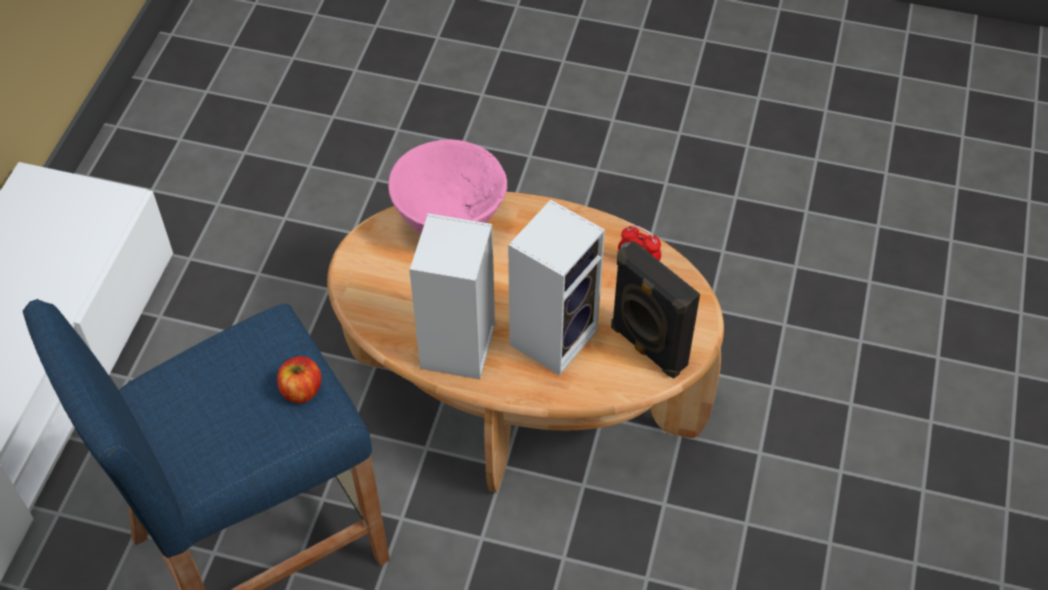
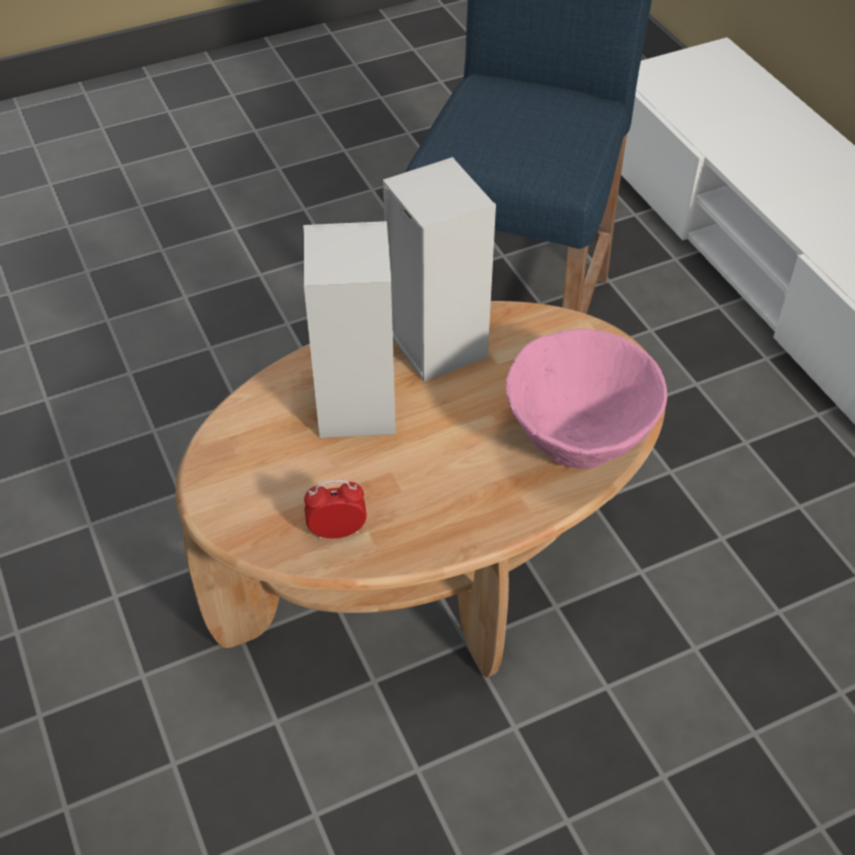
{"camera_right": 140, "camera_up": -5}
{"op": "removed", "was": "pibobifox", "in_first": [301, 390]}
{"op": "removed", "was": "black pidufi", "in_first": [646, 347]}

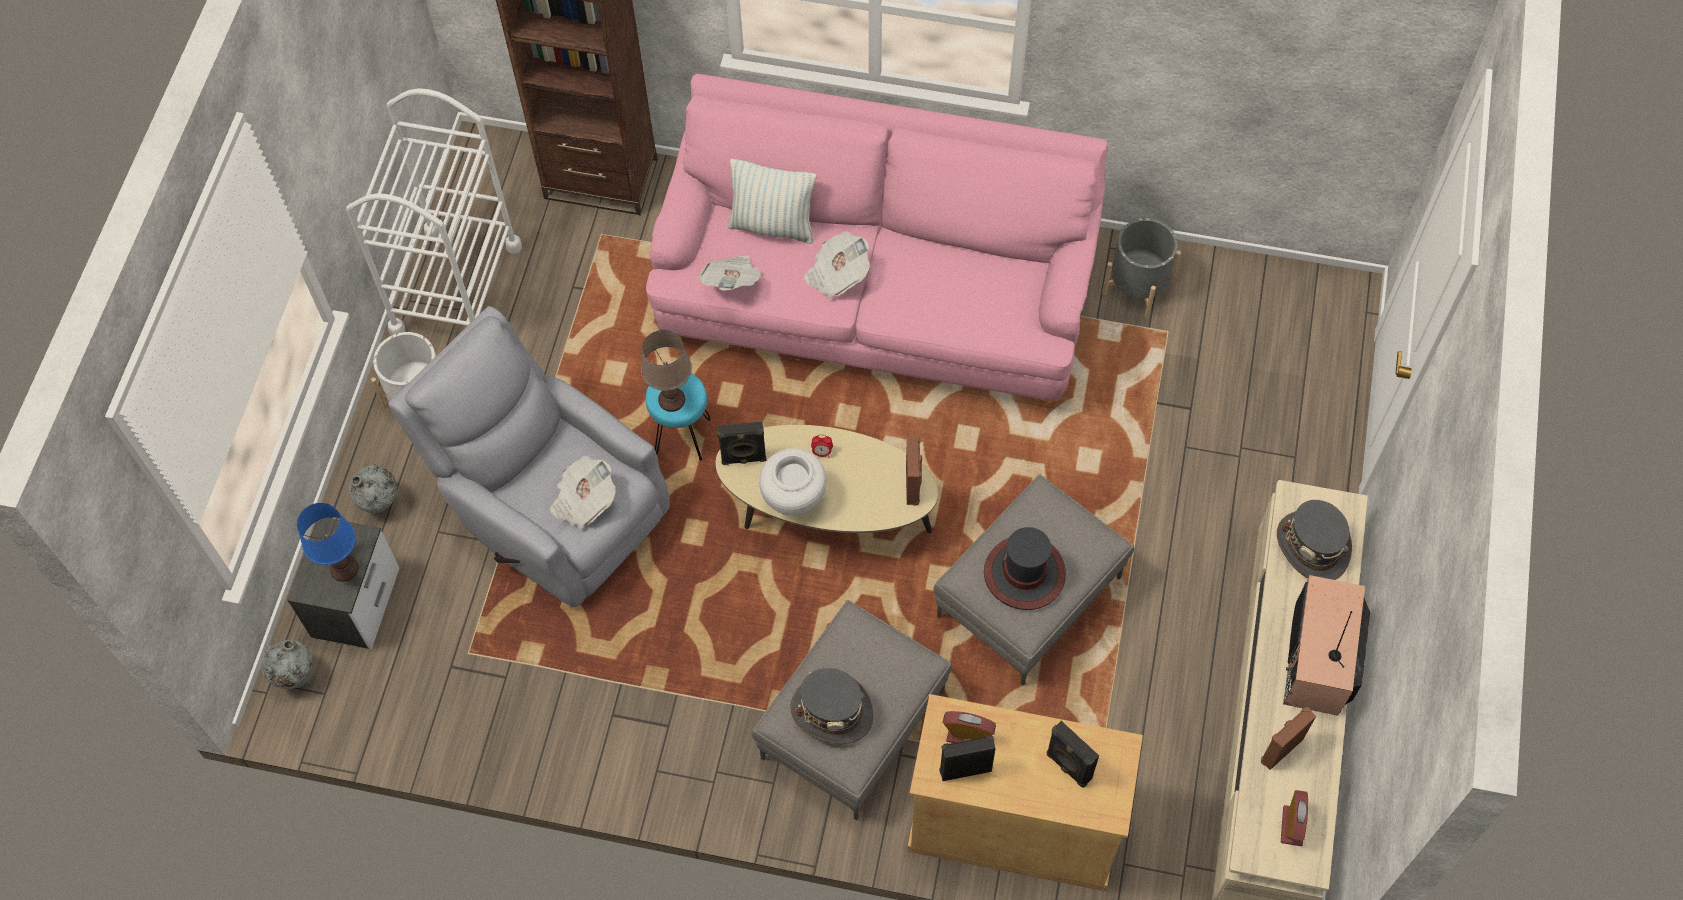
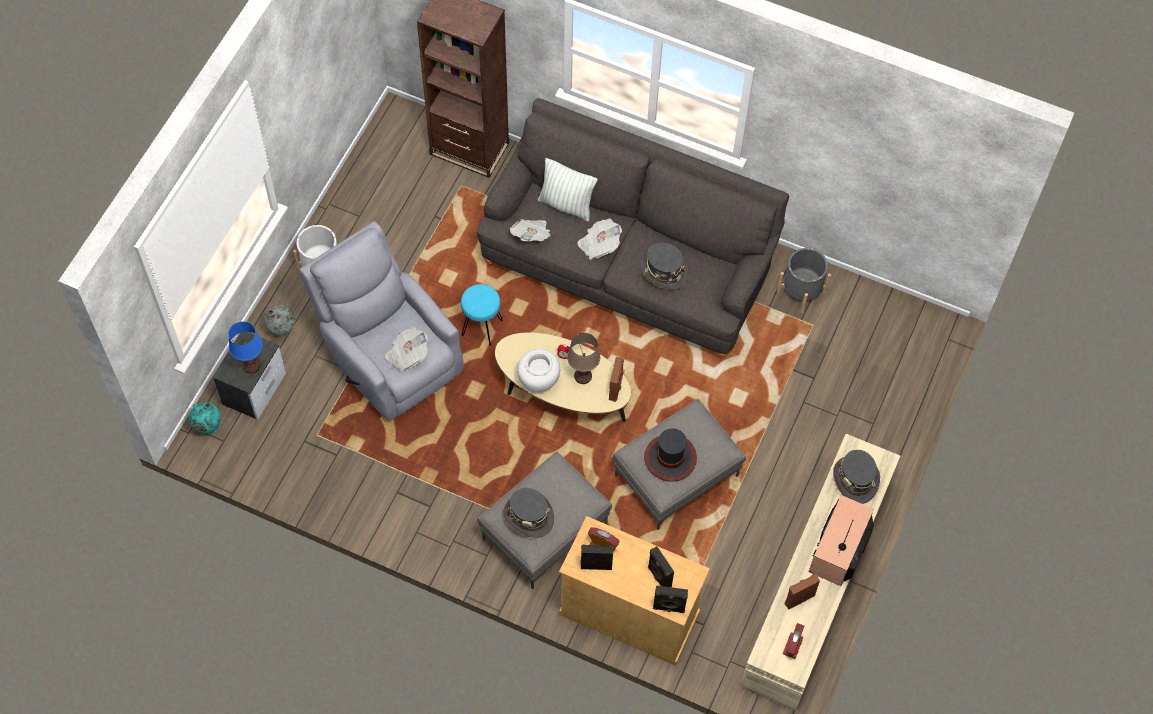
{"camera_right": 10, "camera_up": 0}
{"op": "removed", "was": "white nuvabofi", "in_first": [456, 288]}
{"op": "added", "now": "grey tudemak", "in_second": [663, 272]}
{"op": "moved", "was": "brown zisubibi", "in_first": [671, 400], "in_second": [582, 376]}
{"op": "moved", "was": "black pidufi", "in_first": [743, 459], "in_second": [669, 608]}
{"op": "recoloured", "was": "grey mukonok", "now": "turquoise mukonok", "in_first": [297, 678], "in_second": [208, 428]}
{"op": "recoloured", "was": "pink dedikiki", "now": "grey dedikiki", "in_first": [875, 301], "in_second": [627, 265]}

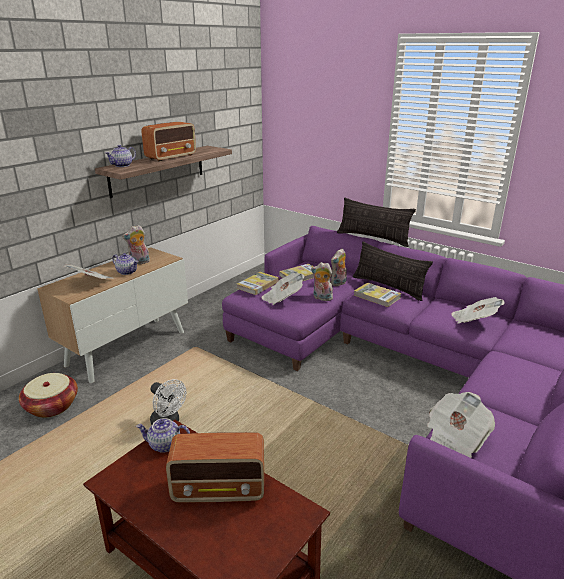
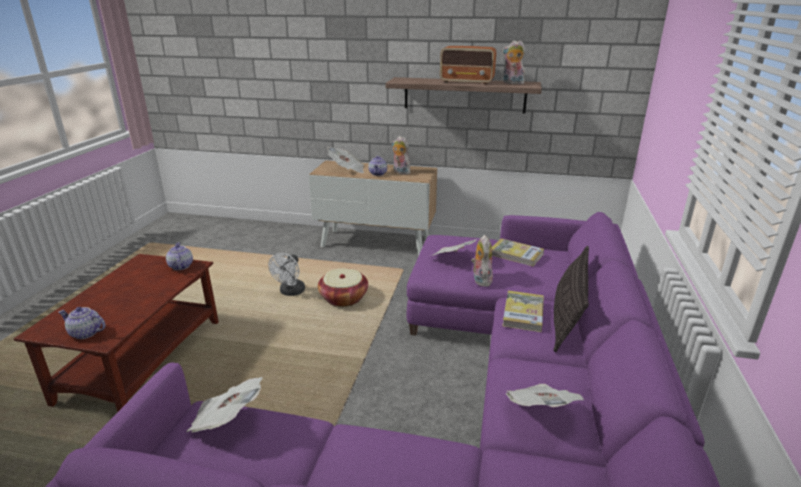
{"camera_right": 65, "camera_up": 0}
{"op": "removed", "was": "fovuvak", "in_first": [220, 489]}
{"op": "removed", "was": "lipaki", "in_first": [257, 285]}
{"op": "removed", "was": "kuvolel", "in_first": [373, 238]}
{"op": "moved", "was": "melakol", "in_first": [52, 406], "in_second": [344, 298]}
{"op": "moved", "was": "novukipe", "in_first": [122, 165], "in_second": [85, 333]}
{"op": "moved", "was": "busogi", "in_first": [338, 283], "in_second": [512, 83]}

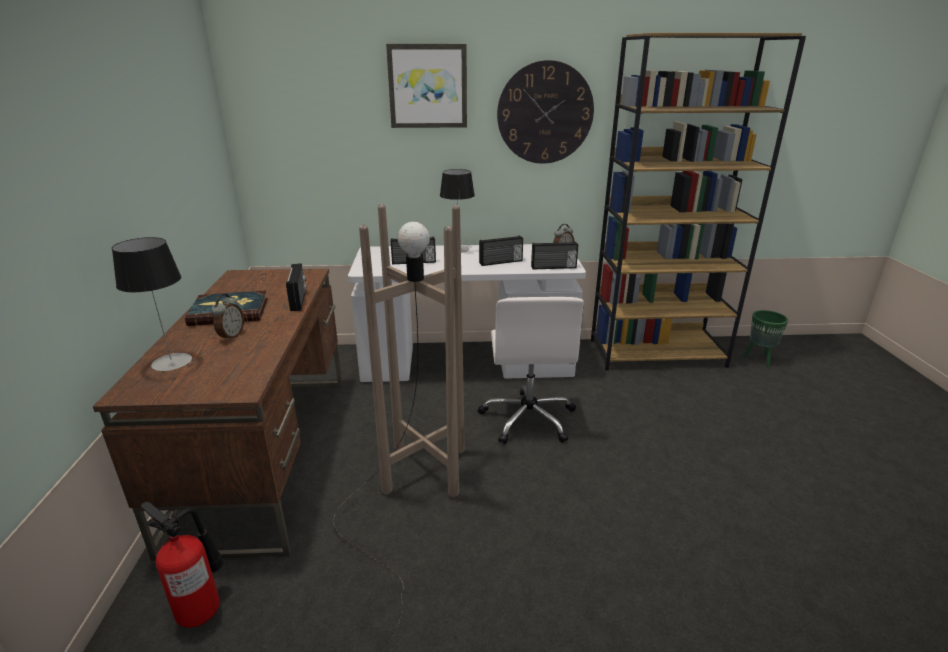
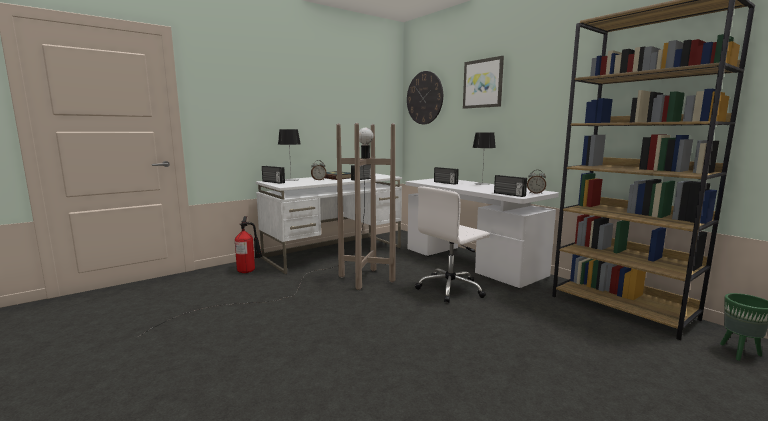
{"camera_right": 55, "camera_up": -15}
{"op": "moved", "was": "fovuvak", "in_first": [501, 262], "in_second": [273, 182]}
{"op": "moved", "was": "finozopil", "in_first": [545, 113], "in_second": [424, 98]}
{"op": "recoloured", "was": "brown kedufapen", "now": "white kedufapen", "in_first": [267, 453], "in_second": [334, 253]}

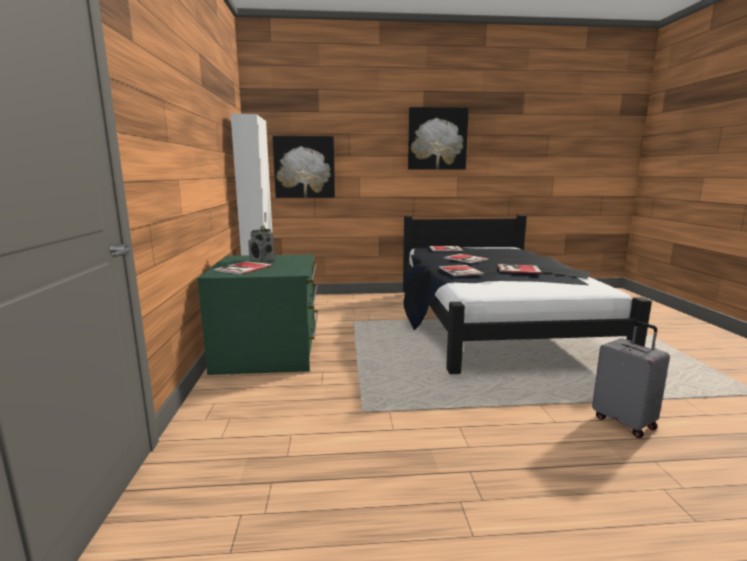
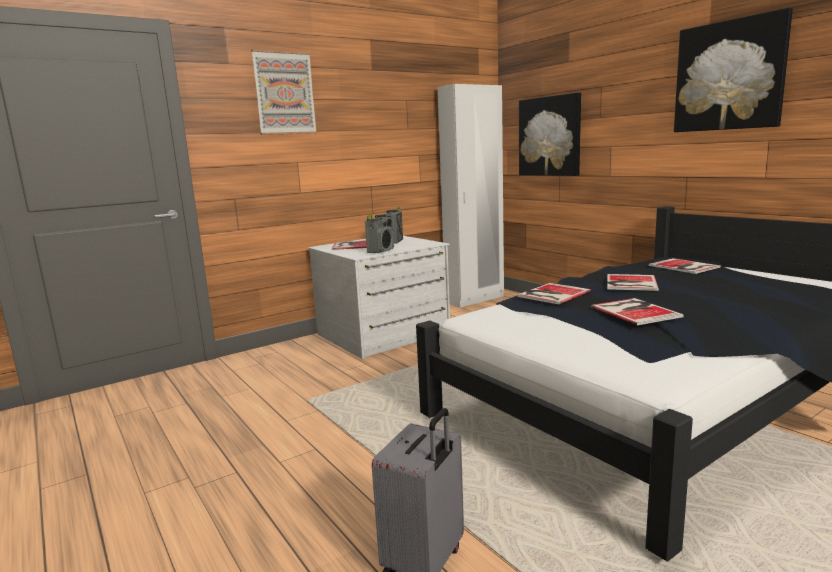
{"camera_right": 60, "camera_up": 0}
{"op": "added", "now": "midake", "in_second": [284, 93]}
{"op": "added", "now": "fovuvak", "in_second": [381, 251]}
{"op": "recoloured", "was": "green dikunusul", "now": "white dikunusul", "in_first": [269, 351], "in_second": [384, 334]}

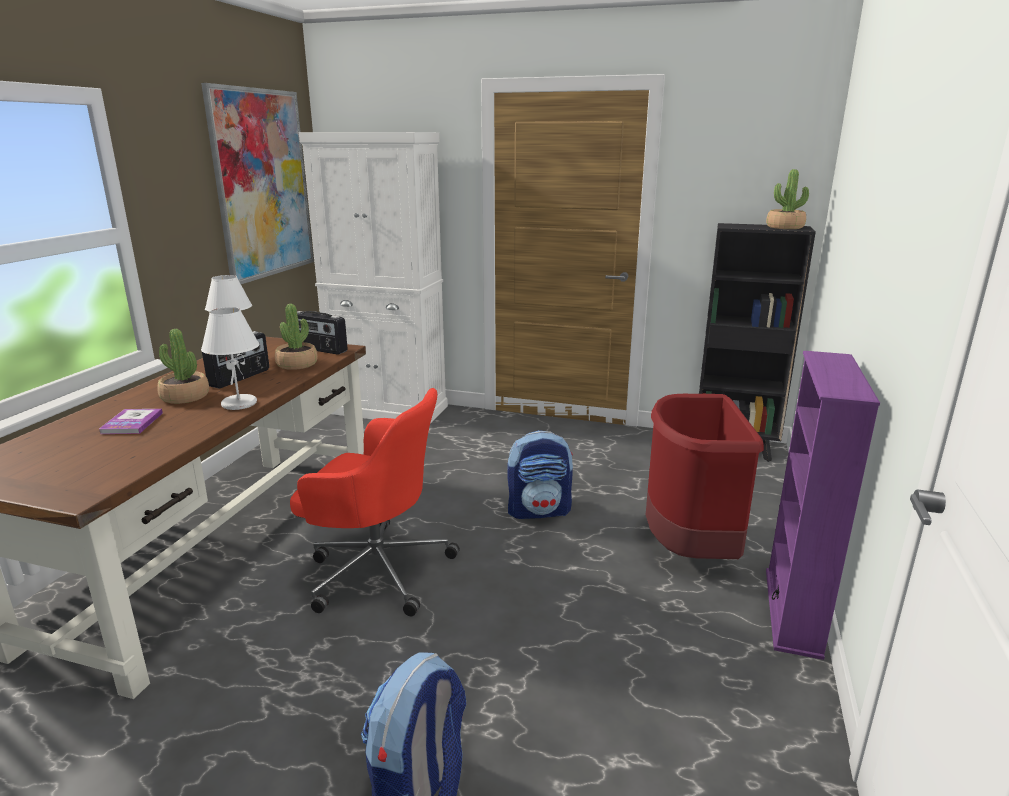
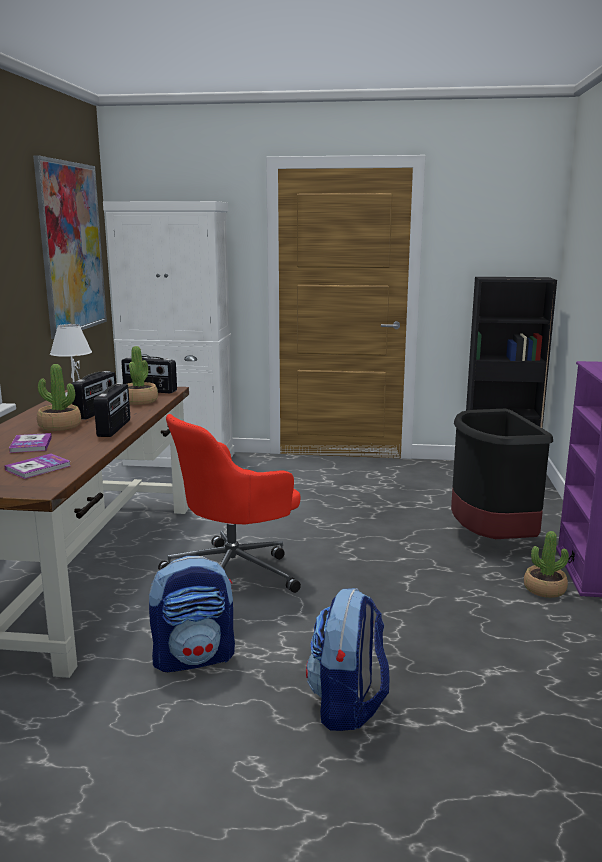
{"camera_right": -10, "camera_up": -5}
{"op": "added", "now": "lipaki", "in_second": [38, 468]}
{"op": "moved", "was": "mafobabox", "in_first": [539, 510], "in_second": [194, 658]}
{"op": "moved", "was": "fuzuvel", "in_first": [784, 227], "in_second": [544, 589]}
{"op": "replaced", "was": "white zisubibi", "now": "fovuvak", "in_first": [239, 404], "in_second": [115, 428]}
{"op": "recoloured", "was": "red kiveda", "now": "black kiveda", "in_first": [689, 548], "in_second": [490, 538]}
{"op": "turned", "was": "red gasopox", "in_first": [376, 569], "in_second": [235, 573], "clockwise": 135}

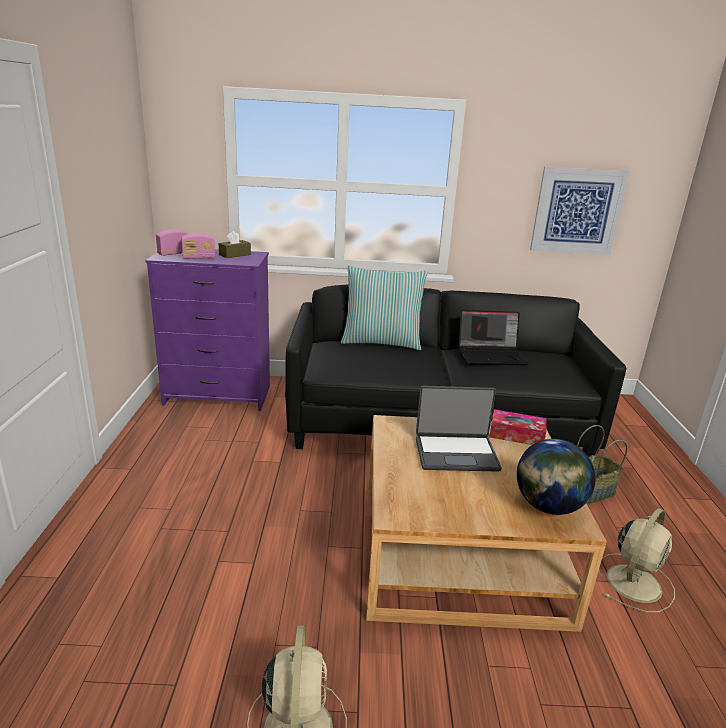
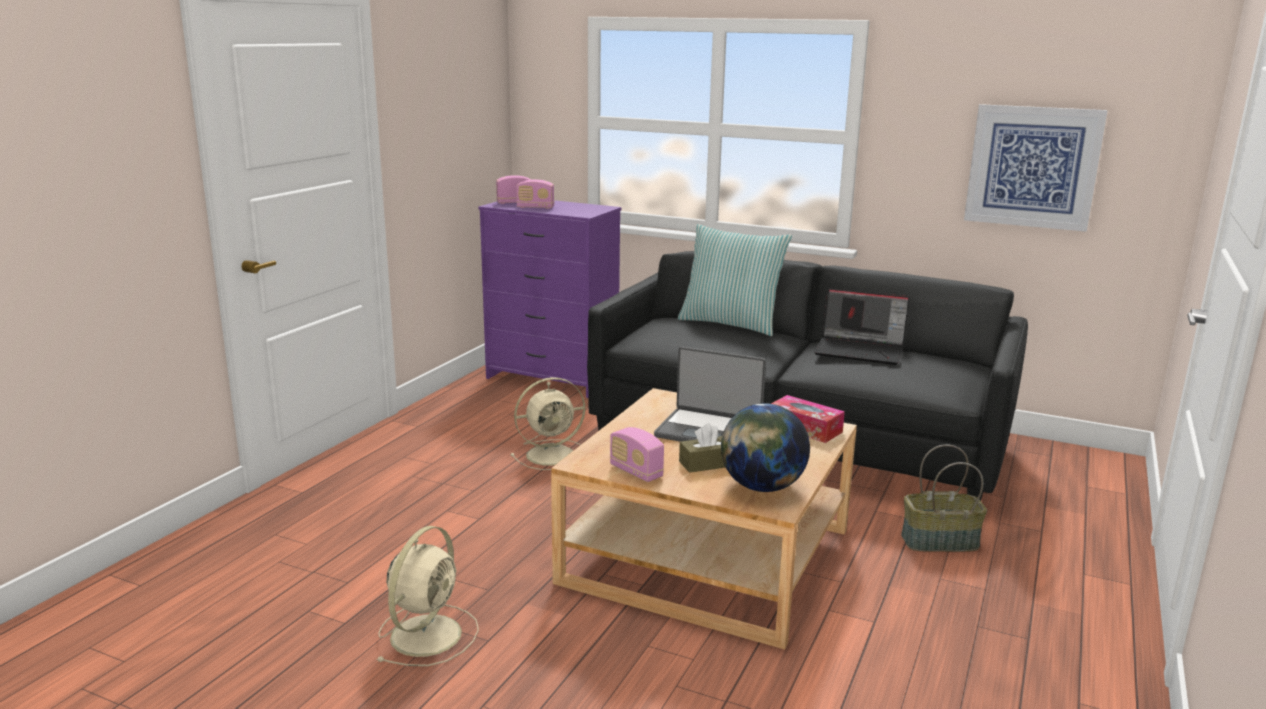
{"camera_right": 25, "camera_up": -5}
{"op": "added", "now": "fovuvak", "in_second": [636, 472]}
{"op": "moved", "was": "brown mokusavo", "in_first": [235, 255], "in_second": [707, 464]}
{"op": "moved", "was": "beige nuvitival", "in_first": [634, 581], "in_second": [553, 455]}

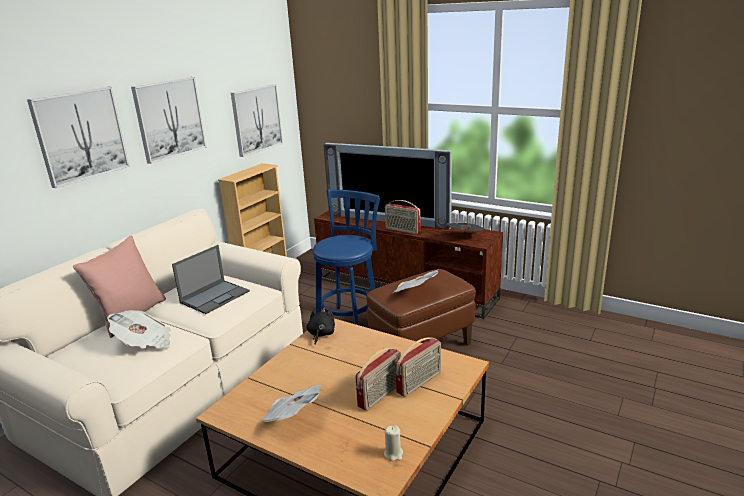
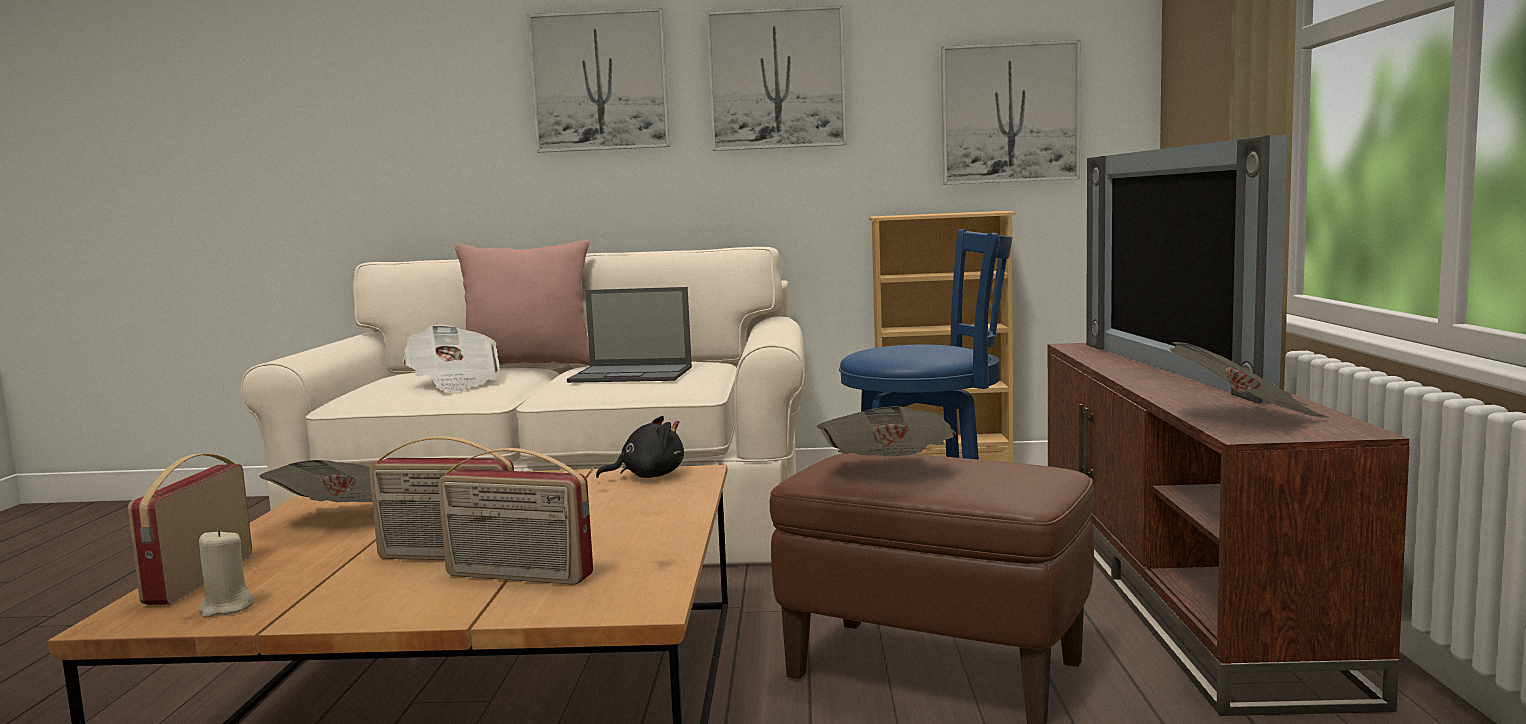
{"camera_right": 60, "camera_up": -15}
{"op": "moved", "was": "fovuvak", "in_first": [402, 230], "in_second": [198, 579]}

